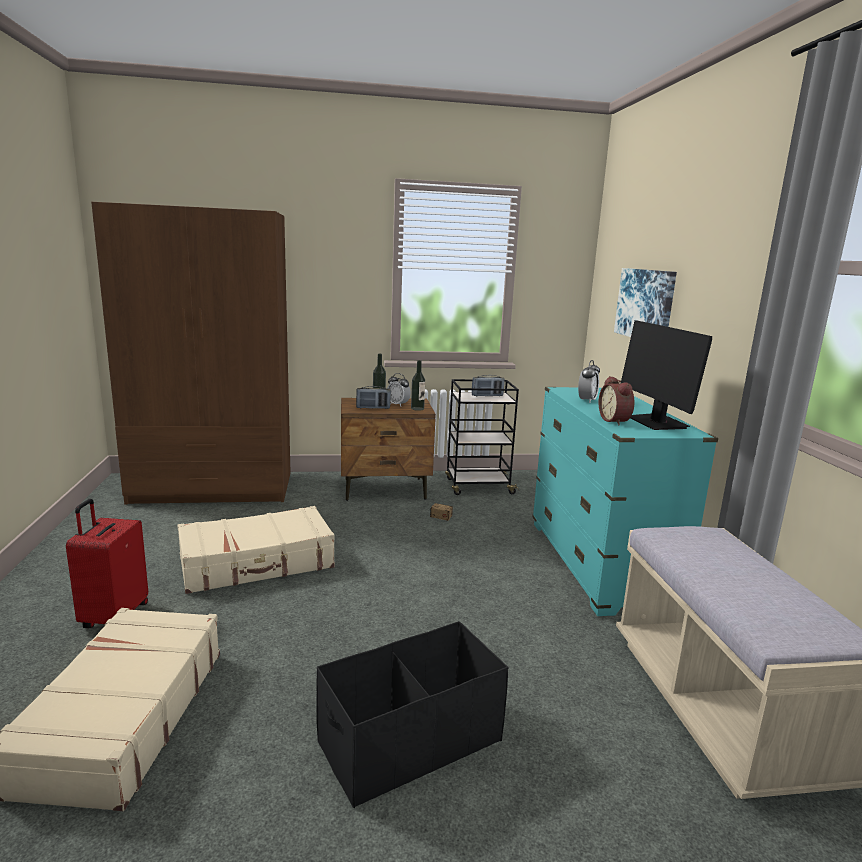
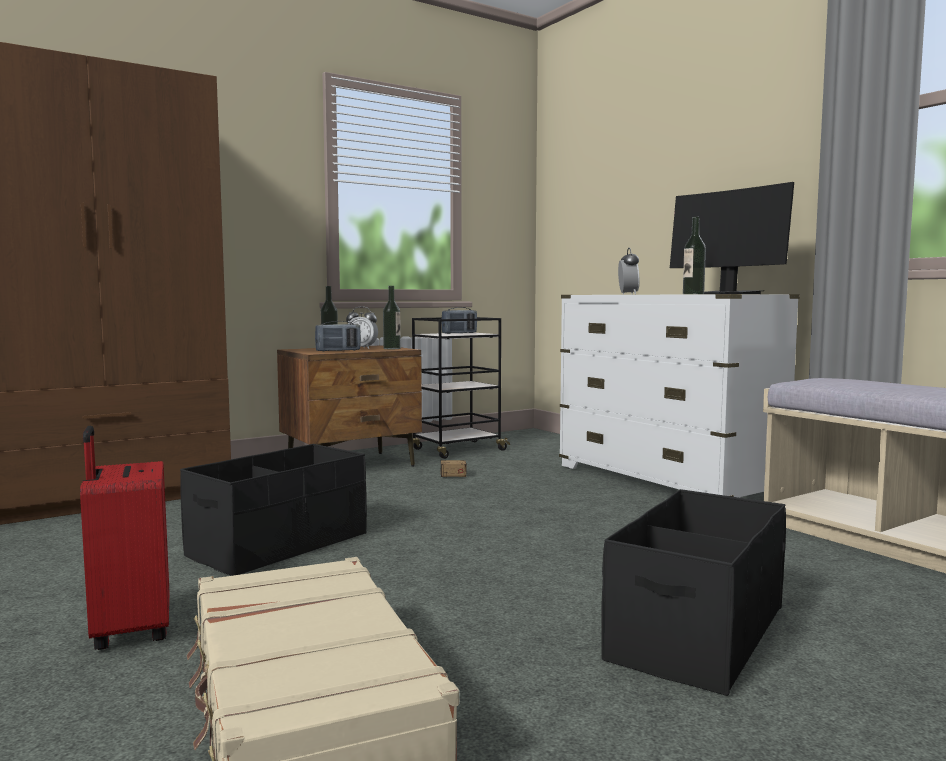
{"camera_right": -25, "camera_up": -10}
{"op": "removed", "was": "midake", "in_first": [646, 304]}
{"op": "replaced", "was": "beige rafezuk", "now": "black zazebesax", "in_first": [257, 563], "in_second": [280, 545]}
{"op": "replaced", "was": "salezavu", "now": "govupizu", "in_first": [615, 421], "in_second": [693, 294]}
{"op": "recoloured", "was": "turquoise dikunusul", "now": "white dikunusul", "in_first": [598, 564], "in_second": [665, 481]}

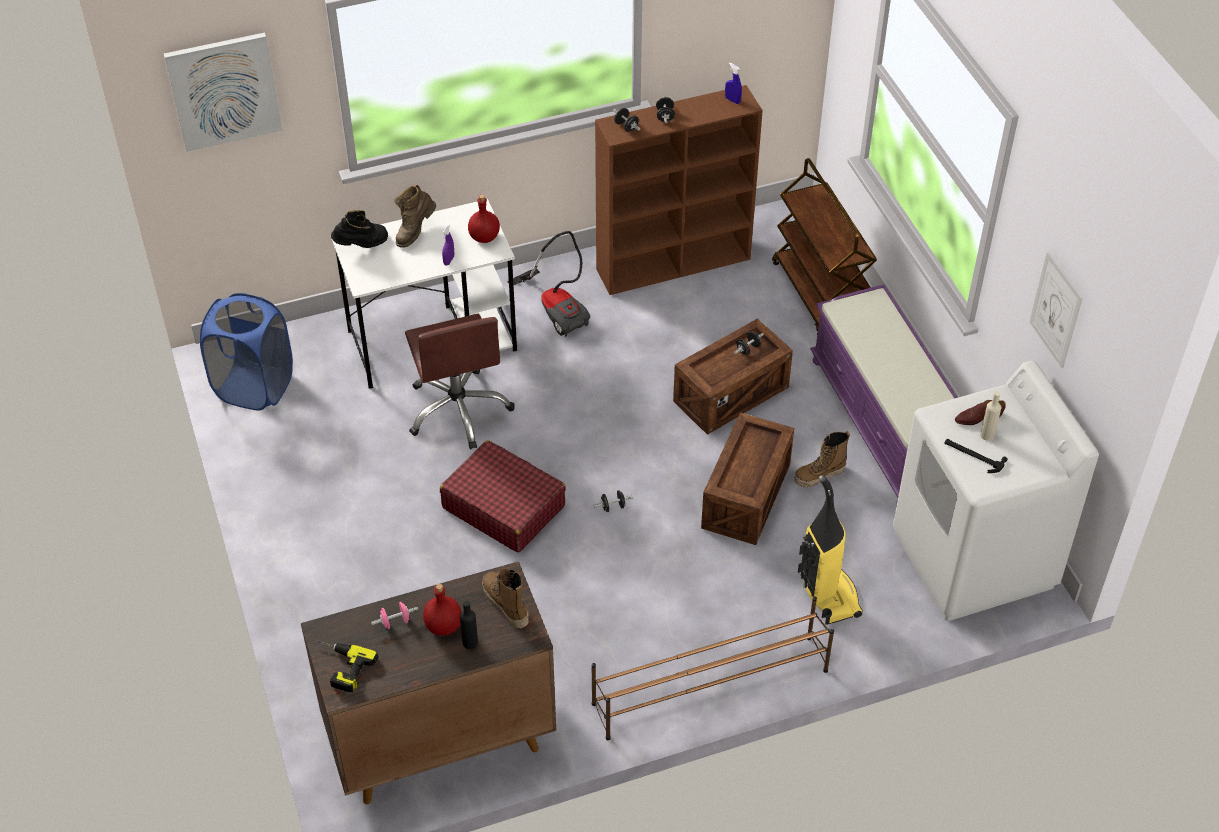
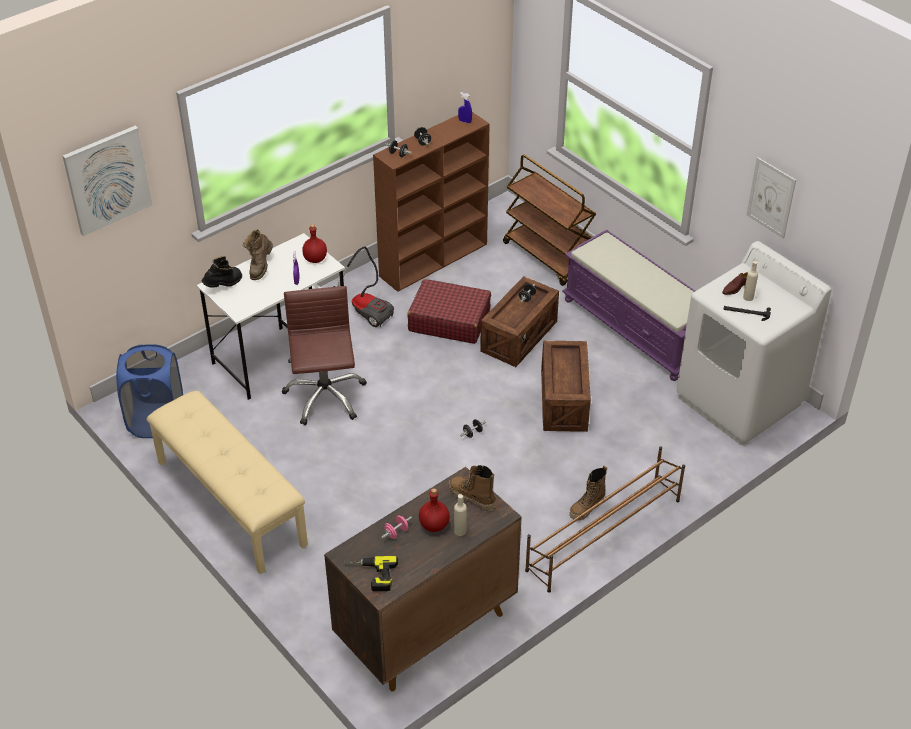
{"camera_right": -20, "camera_up": -5}
{"op": "removed", "was": "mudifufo", "in_first": [827, 594]}
{"op": "added", "now": "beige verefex", "in_second": [229, 503]}
{"op": "moved", "was": "red rafezuk", "in_first": [503, 506], "in_second": [449, 320]}
{"op": "moved", "was": "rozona", "in_first": [819, 475], "in_second": [587, 508]}
{"op": "recoloured", "was": "black govupizu", "now": "beige govupizu", "in_first": [470, 642], "in_second": [460, 531]}
{"op": "turned", "was": "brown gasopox", "in_first": [459, 409], "in_second": [325, 396], "clockwise": -150}

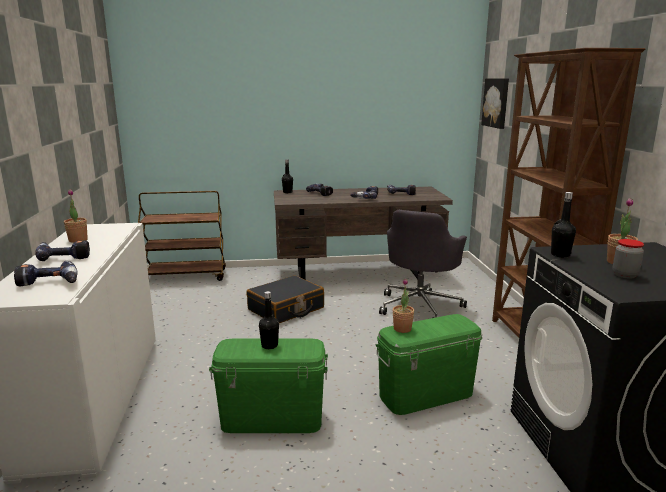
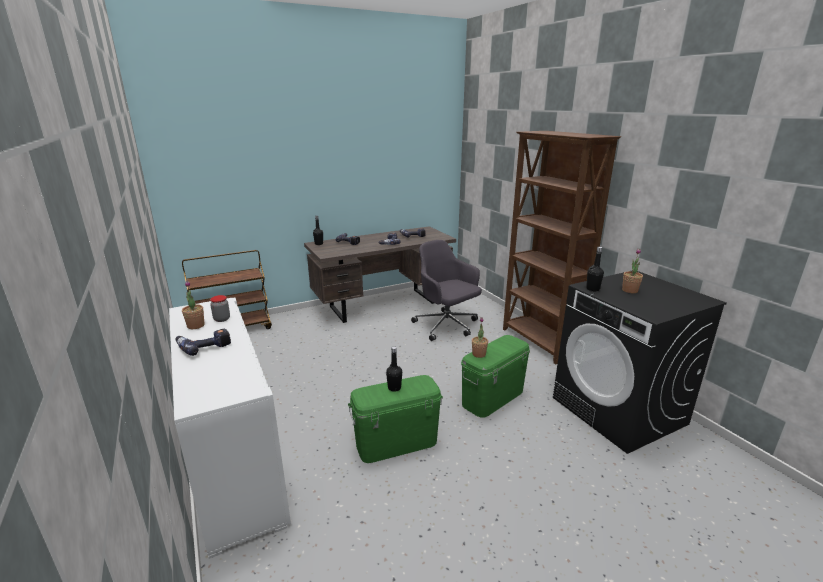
{"camera_right": -20, "camera_up": 5}
{"op": "removed", "was": "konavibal", "in_first": [48, 284]}
{"op": "removed", "was": "black rafezuk", "in_first": [286, 309]}
{"op": "removed", "was": "midake", "in_first": [496, 102]}
{"op": "moved", "was": "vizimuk", "in_first": [625, 275], "in_second": [222, 319]}
{"op": "turned", "was": "grey gasopox", "in_first": [420, 306], "in_second": [446, 326], "clockwise": 135}

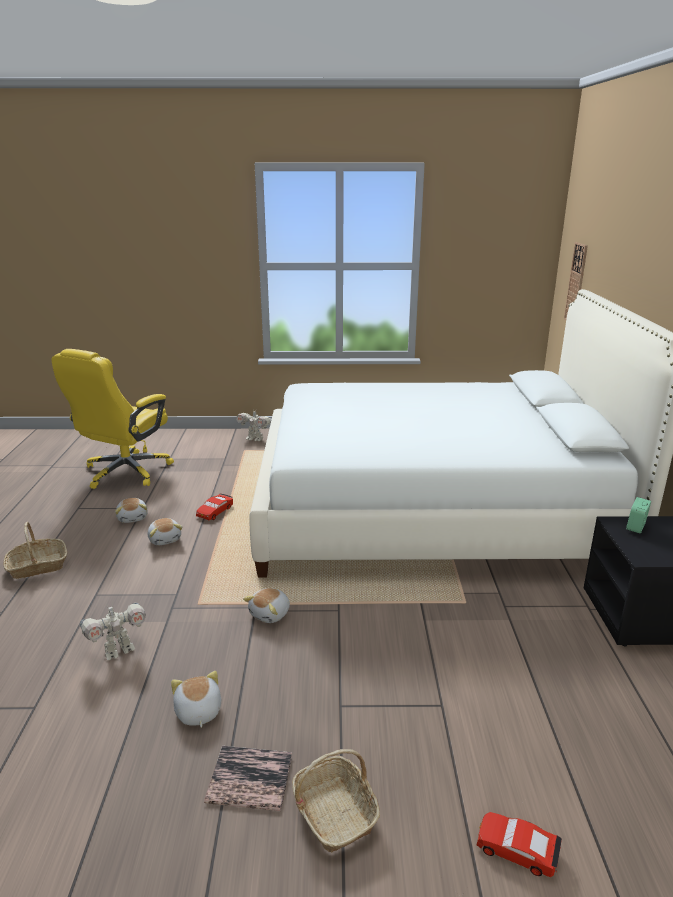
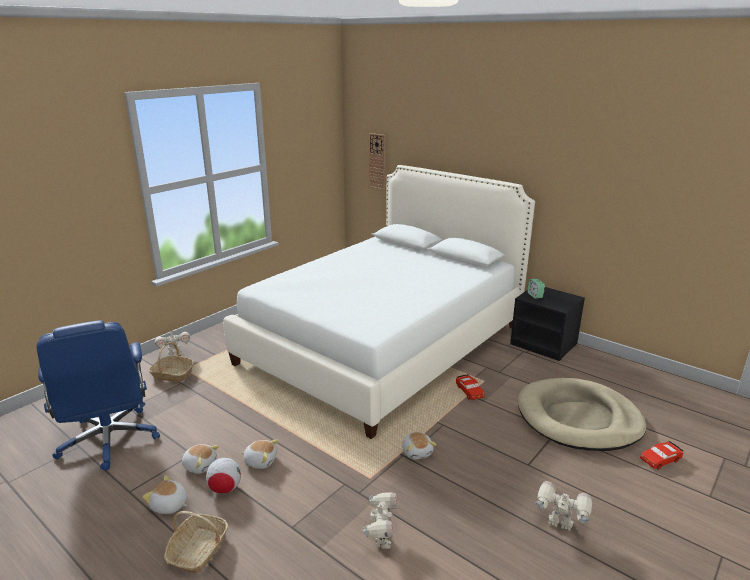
{"camera_right": -50, "camera_up": 0}
{"op": "added", "now": "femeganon", "in_second": [225, 488]}
{"op": "added", "now": "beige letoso", "in_second": [578, 418]}
{"op": "moved", "was": "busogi", "in_first": [197, 712], "in_second": [169, 505]}
{"op": "moved", "was": "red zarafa", "in_first": [215, 511], "in_second": [469, 391]}
{"op": "moved", "was": "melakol", "in_first": [334, 812], "in_second": [172, 374]}
{"op": "replaced", "was": "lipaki", "now": "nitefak", "in_first": [250, 779], "in_second": [559, 525]}
{"op": "recoloured", "was": "yellow gasopox", "now": "blue gasopox", "in_first": [125, 472], "in_second": [109, 440]}

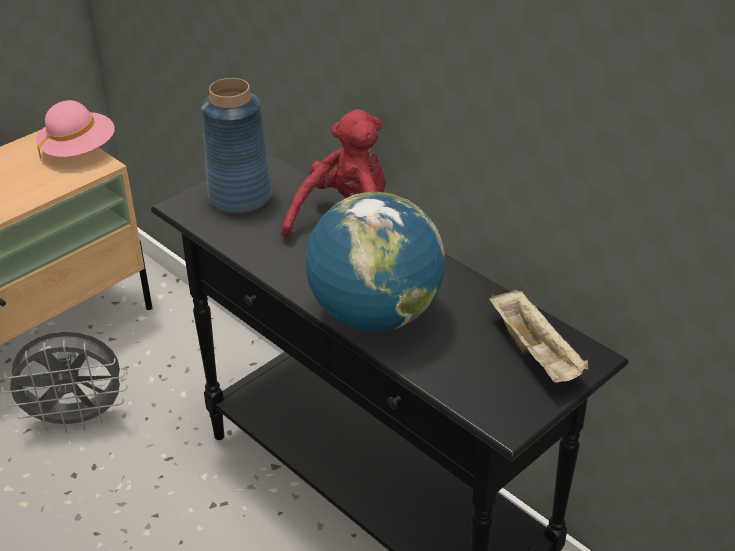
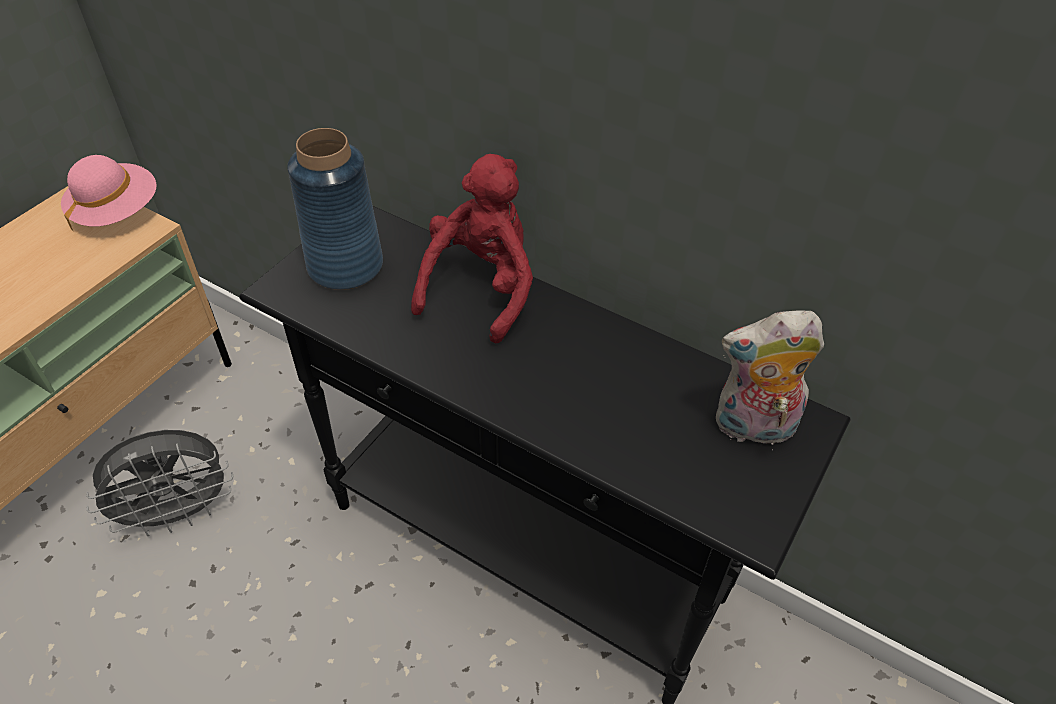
{"camera_right": -15, "camera_up": 10}
{"op": "removed", "was": "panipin", "in_first": [375, 315]}
{"op": "replaced", "was": "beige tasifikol", "now": "busogi", "in_first": [536, 353], "in_second": [752, 428]}

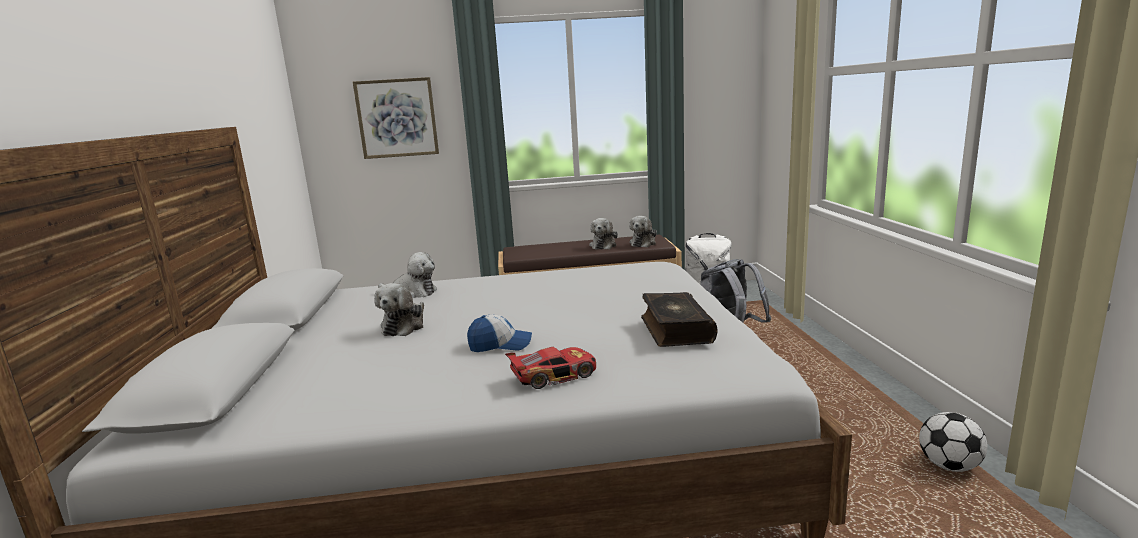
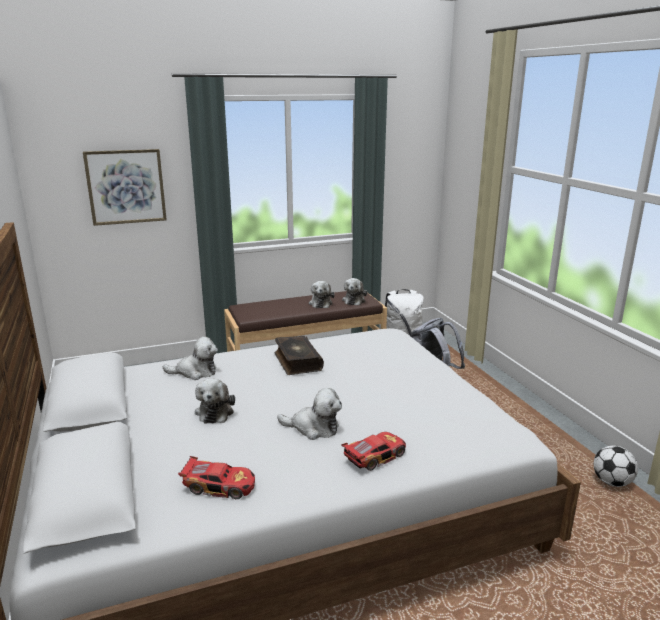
{"camera_right": -15, "camera_up": 5}
{"op": "added", "now": "zarafa", "in_second": [220, 486]}
{"op": "moved", "was": "lipaki", "in_first": [675, 330], "in_second": [297, 362]}
{"op": "replaced", "was": "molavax", "now": "busogi", "in_first": [500, 345], "in_second": [313, 428]}

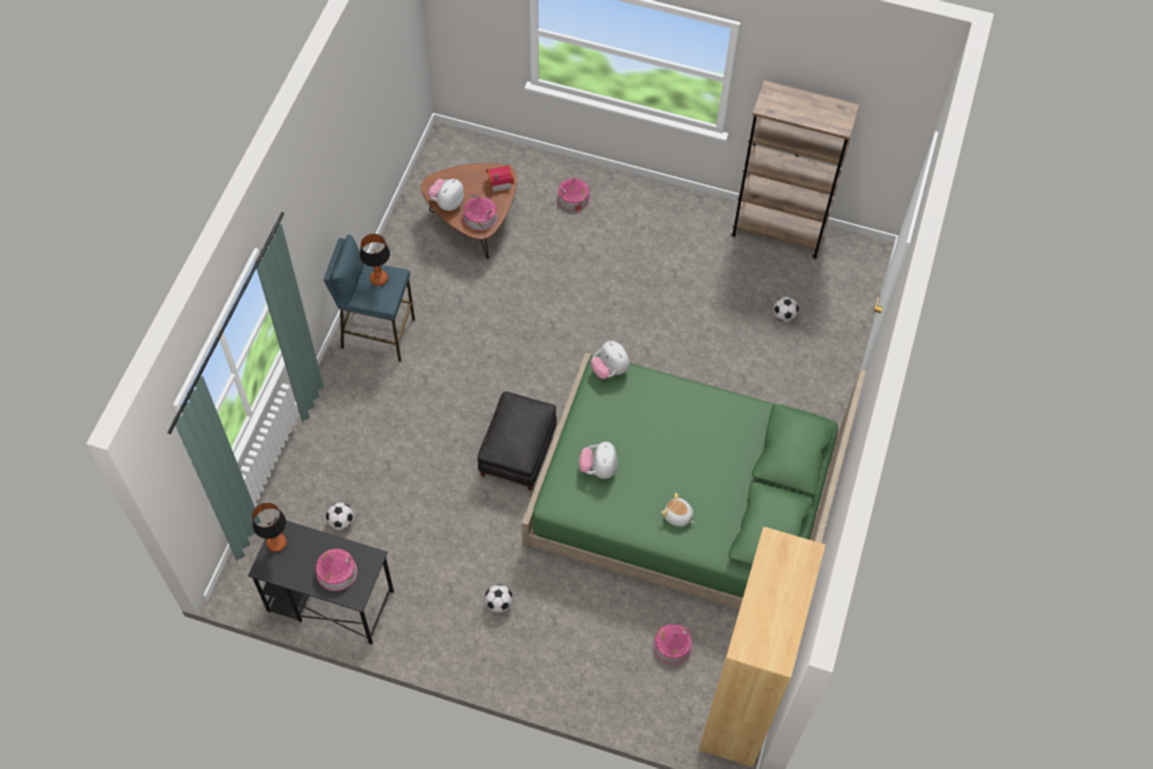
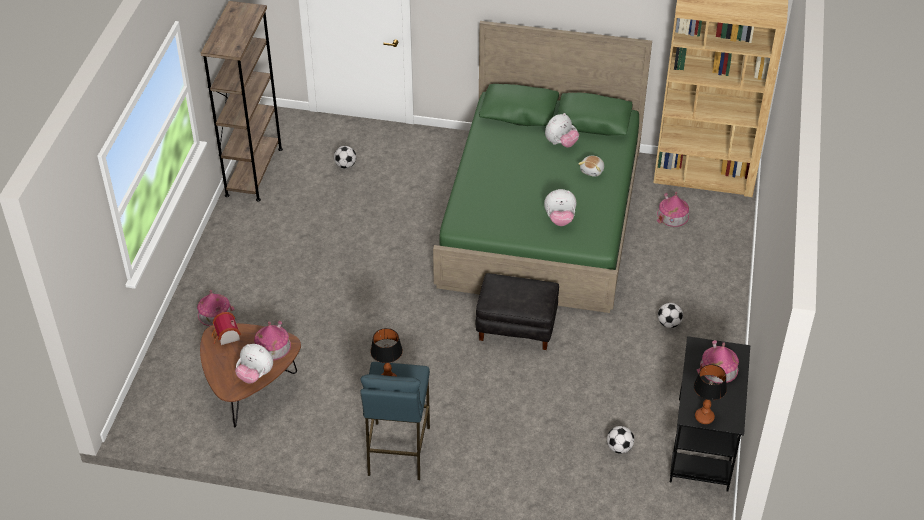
{"camera_right": -95, "camera_up": -15}
{"op": "moved", "was": "busogi", "in_first": [609, 370], "in_second": [561, 143]}

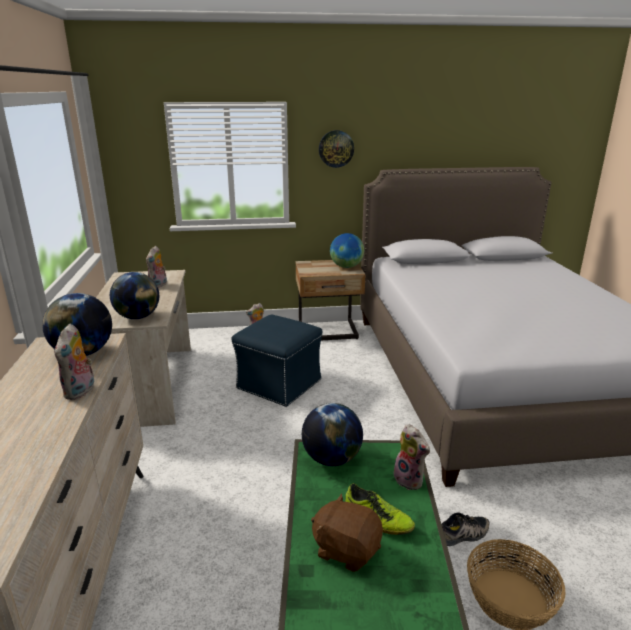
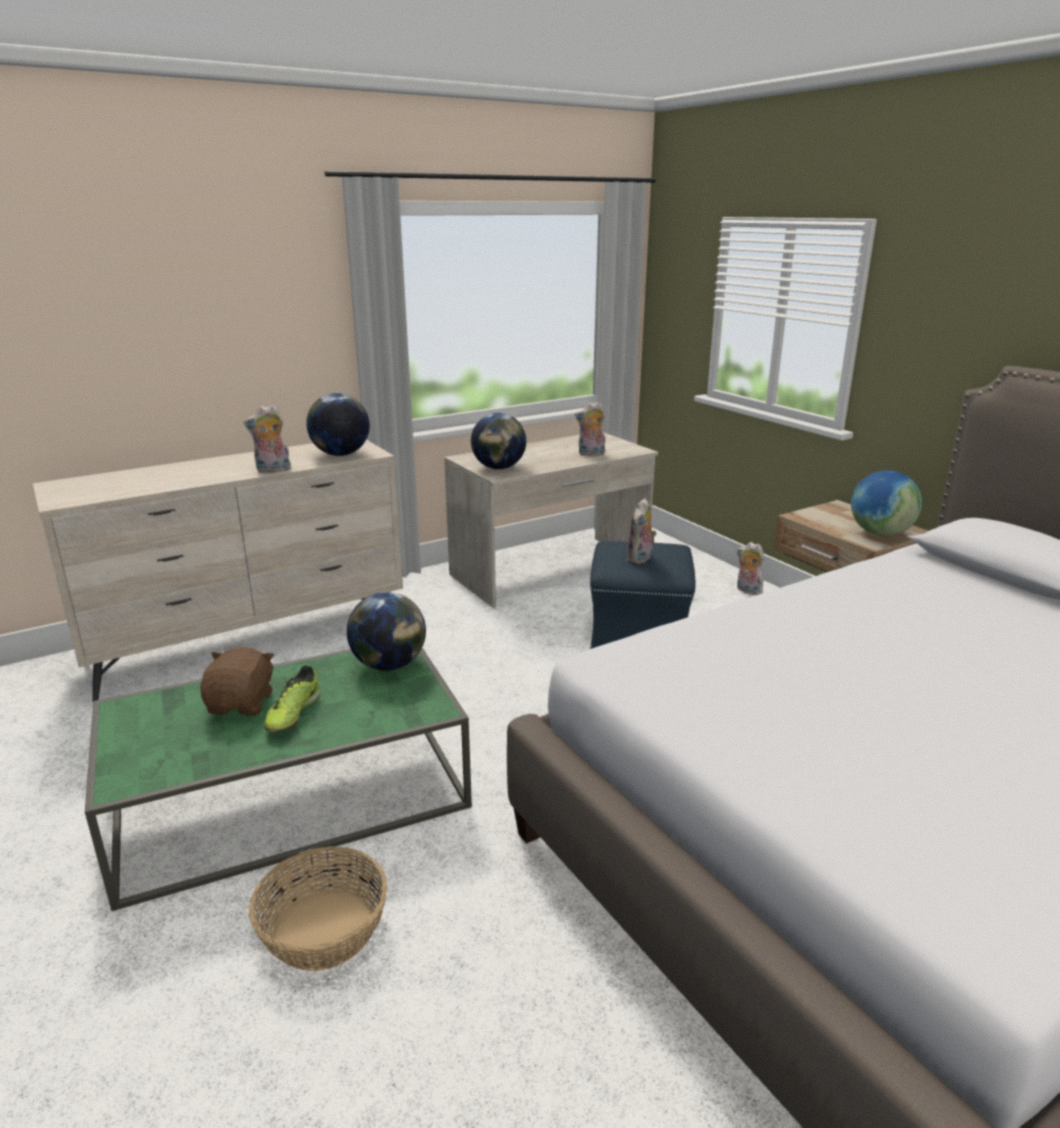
{"camera_right": 65, "camera_up": 0}
{"op": "removed", "was": "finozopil", "in_first": [336, 149]}
{"op": "removed", "was": "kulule", "in_first": [462, 535]}
{"op": "moved", "was": "busogi", "in_first": [410, 480], "in_second": [640, 559]}

